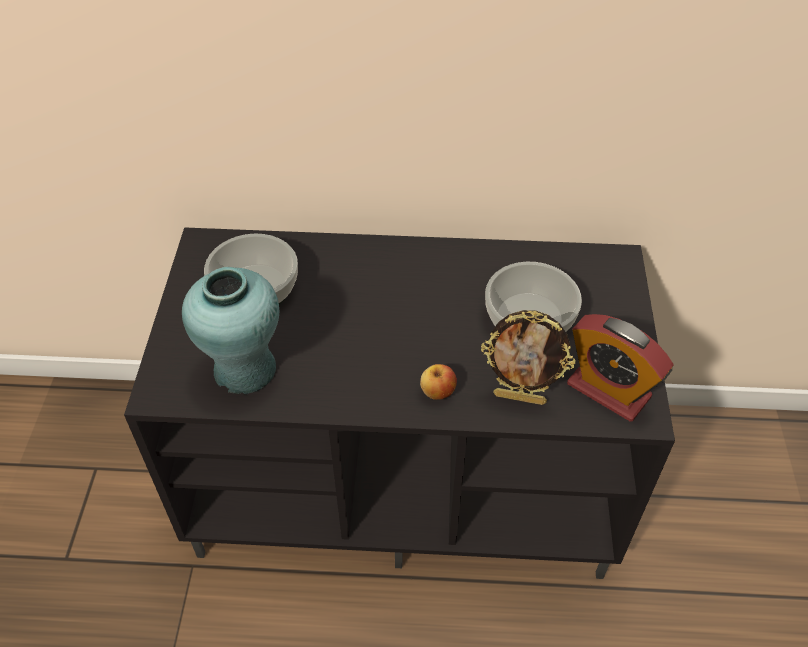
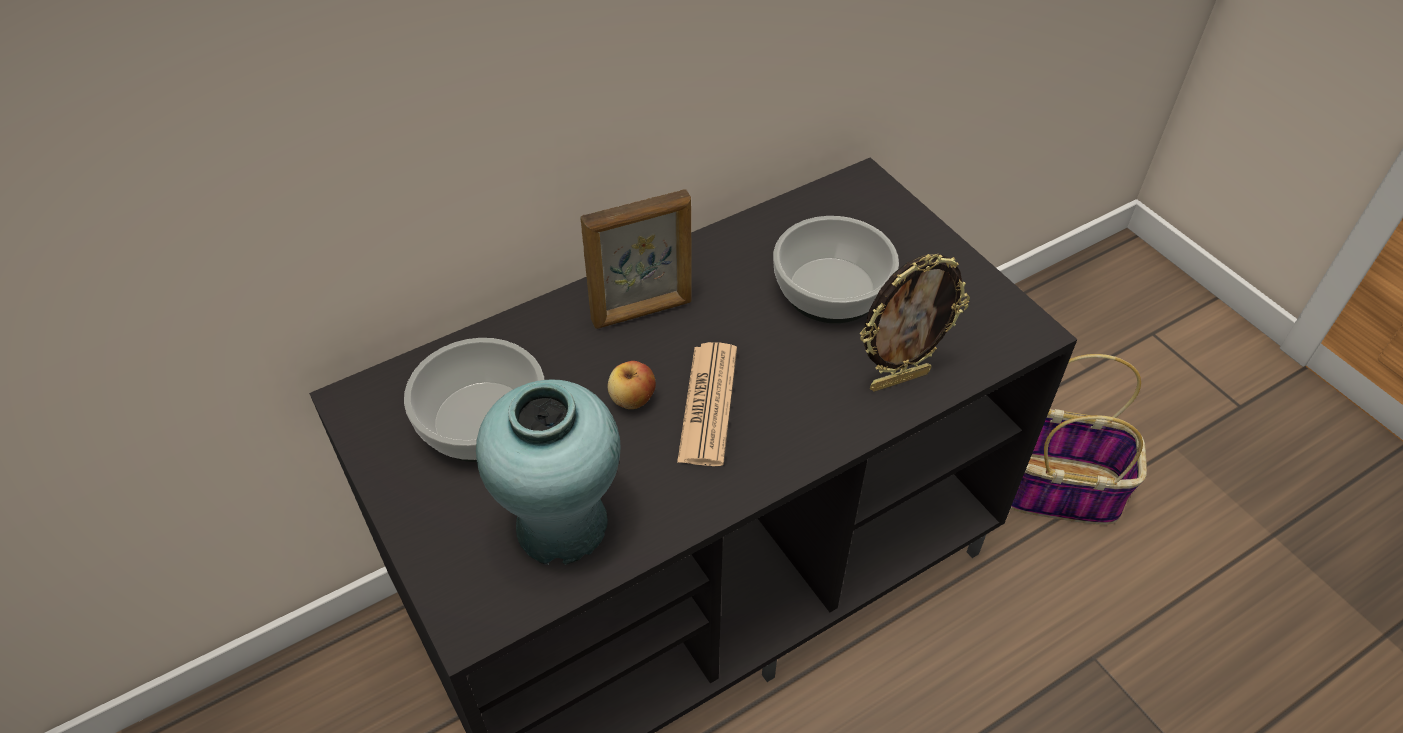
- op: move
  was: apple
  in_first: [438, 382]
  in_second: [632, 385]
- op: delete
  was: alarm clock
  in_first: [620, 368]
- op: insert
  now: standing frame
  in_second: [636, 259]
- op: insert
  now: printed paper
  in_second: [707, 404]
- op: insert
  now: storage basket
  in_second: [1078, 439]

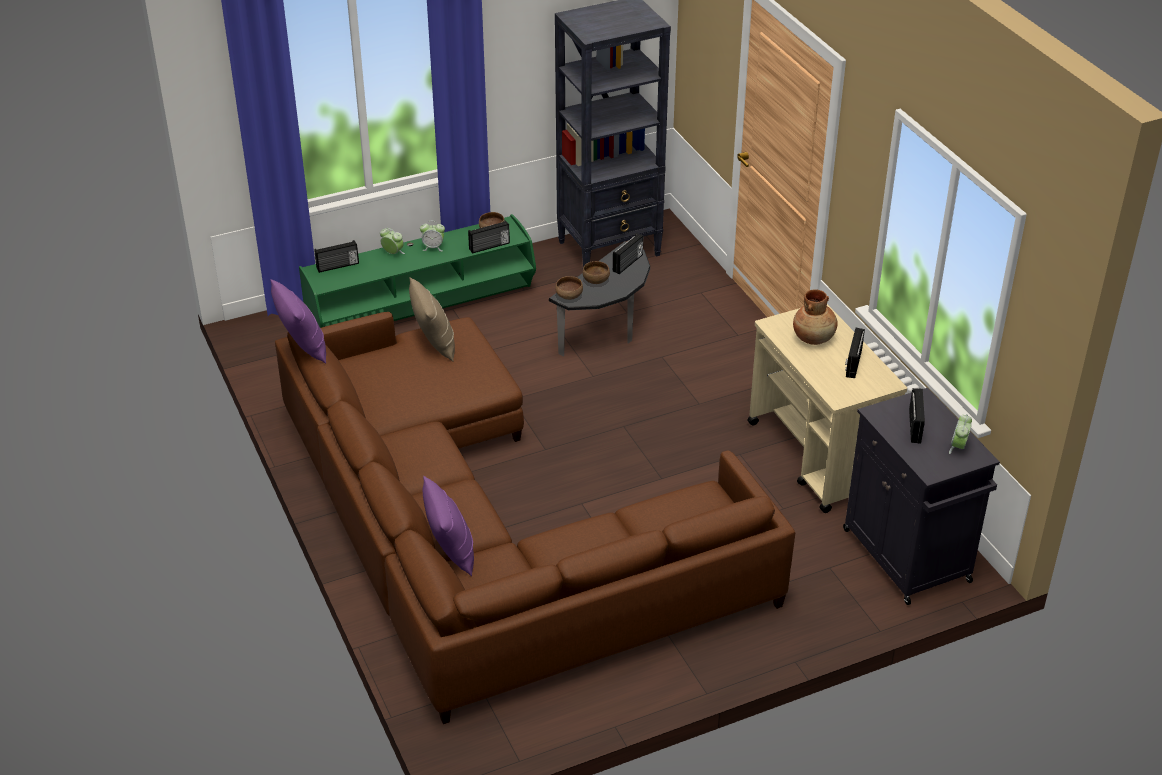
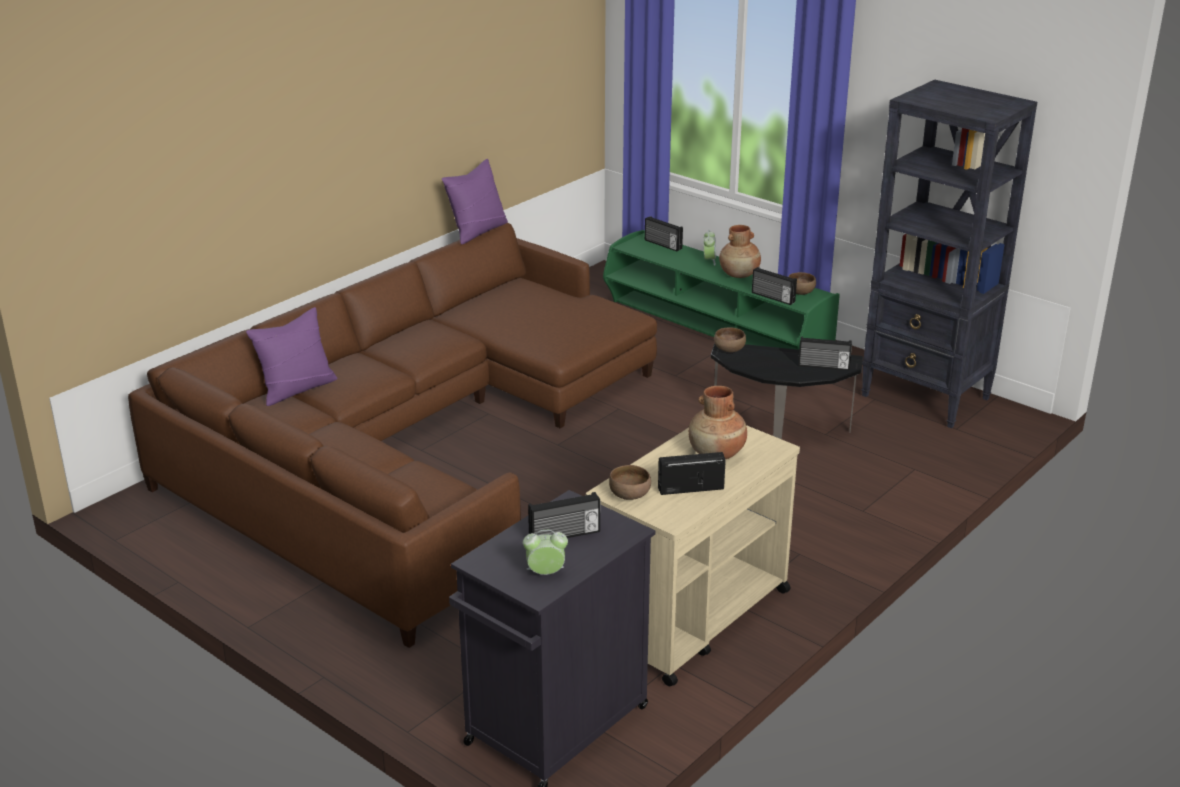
- op: delete
  was: sand-coloured cushion
  in_first: [432, 319]
- op: replace
  was: alarm clock
  now: brown decorative vase
  in_first: [432, 236]
  in_second: [740, 251]
- op: move
  was: brown serving bowl
  in_first: [596, 272]
  in_second: [630, 482]

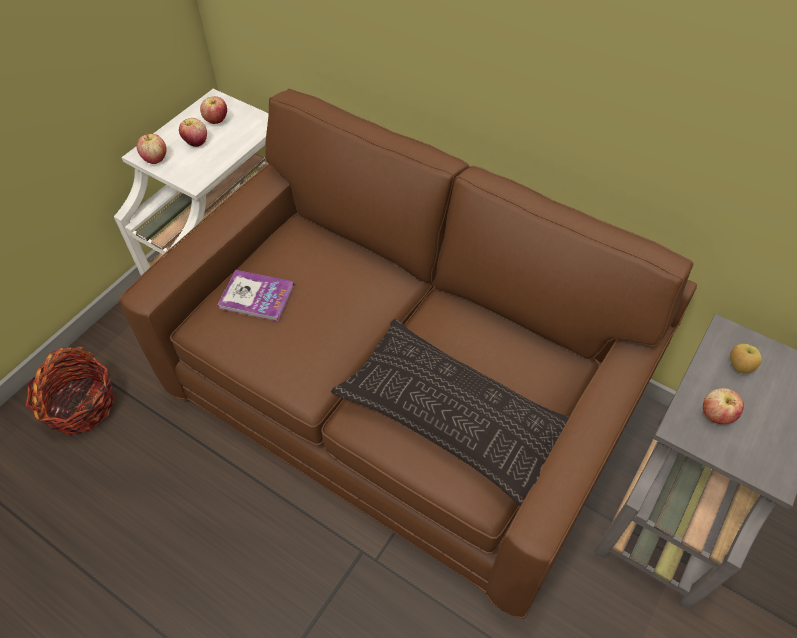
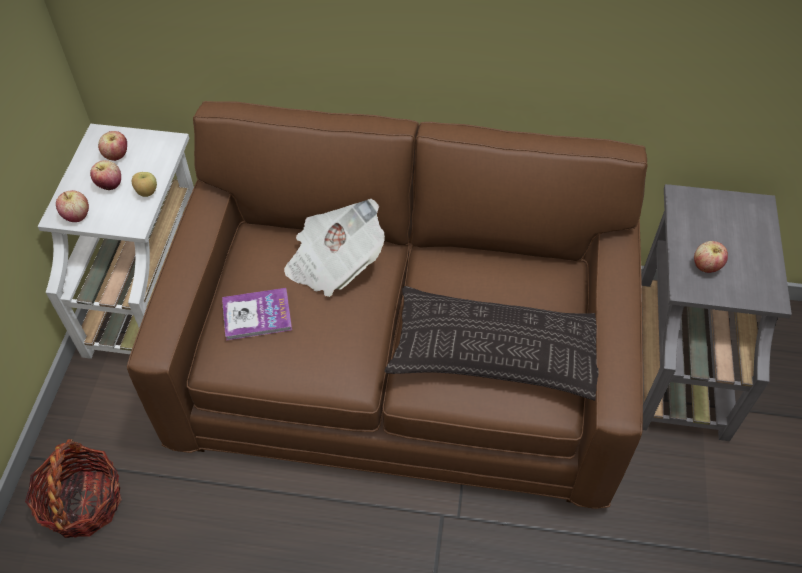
- op: move
  was: apple
  in_first: [746, 358]
  in_second: [144, 184]
- op: insert
  now: printed paper
  in_second: [334, 248]

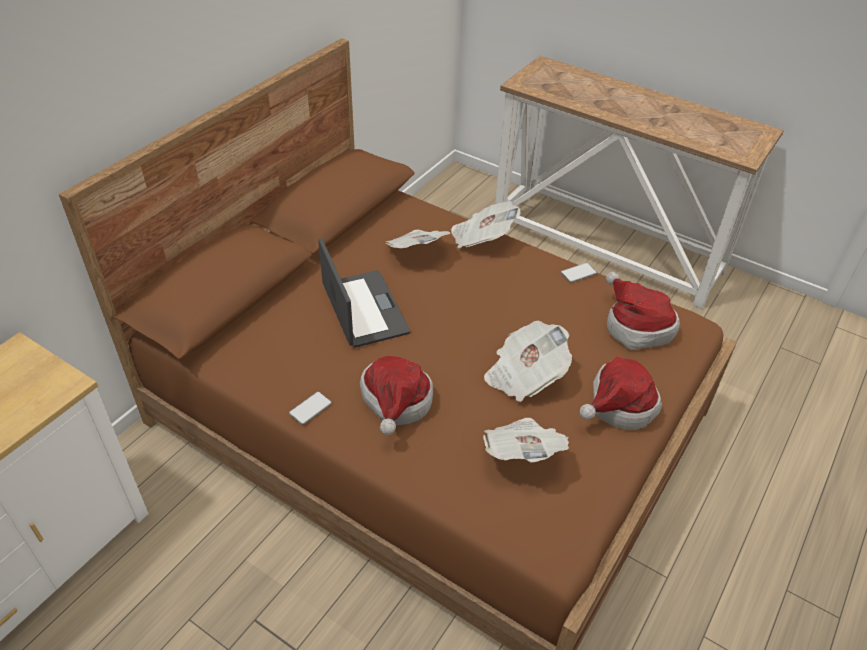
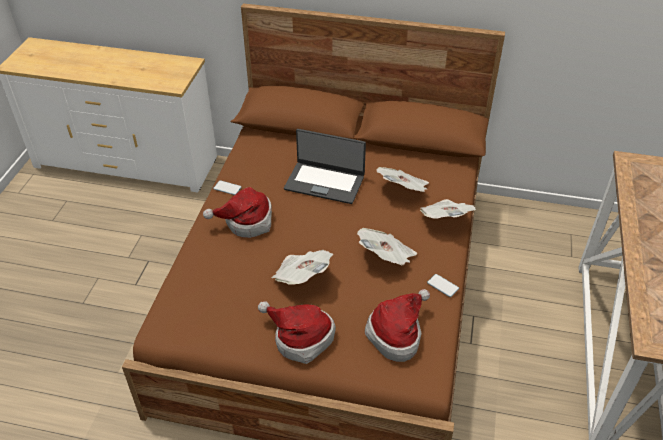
- op: rotate
  was: notebook computer
  in_first: [364, 293]
  in_second: [325, 166]
  clockwise: 60
- op: move
  was: printed paper
  in_first: [526, 440]
  in_second: [387, 246]

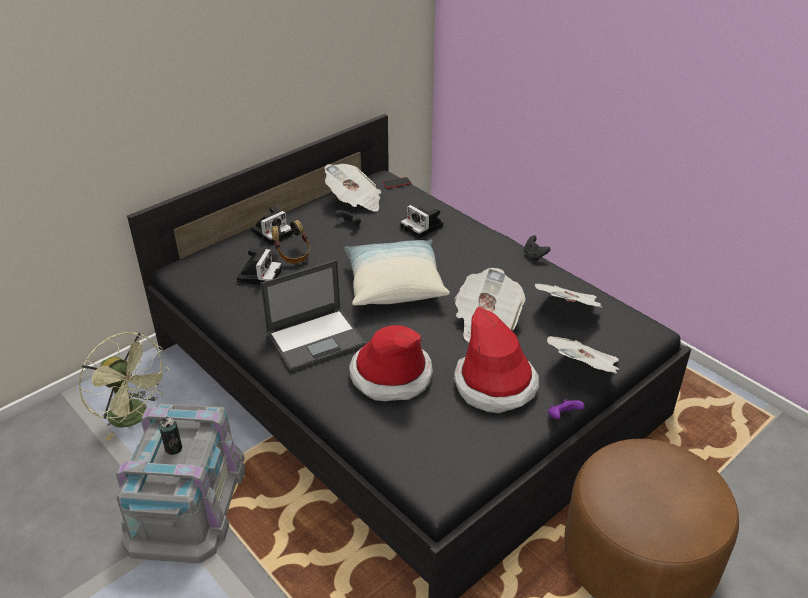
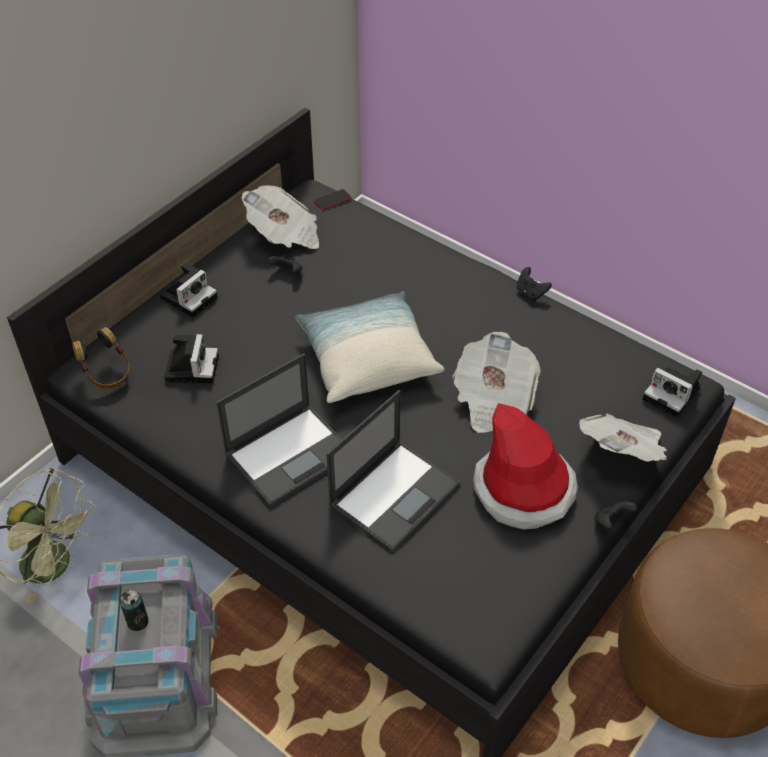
- op: move
  was: pair of headphones
  in_first: [290, 242]
  in_second: [100, 358]
- op: replace
  was: hat
  now: notebook computer
  in_first: [391, 363]
  in_second: [393, 470]
- op: move
  was: still camera
  in_first: [422, 222]
  in_second: [672, 392]
- op: delete
  was: printed paper
  in_first: [568, 295]
- op: recolor
  was: purple-coloured joypad
  now: black-coloured joypad
  in_first: [566, 409]
  in_second: [615, 515]

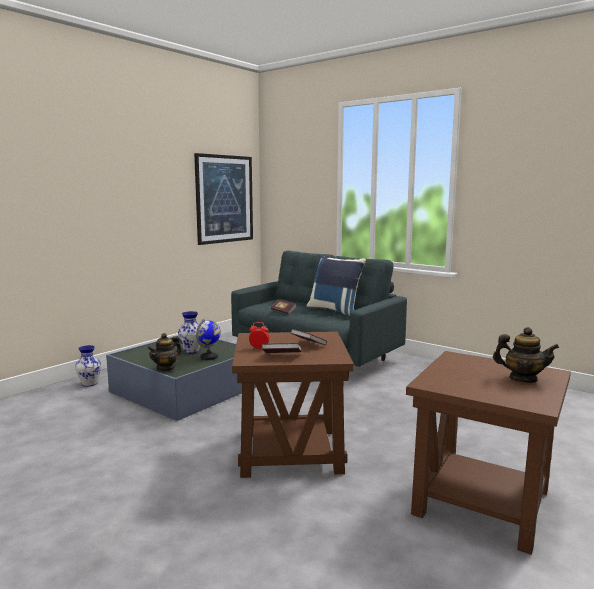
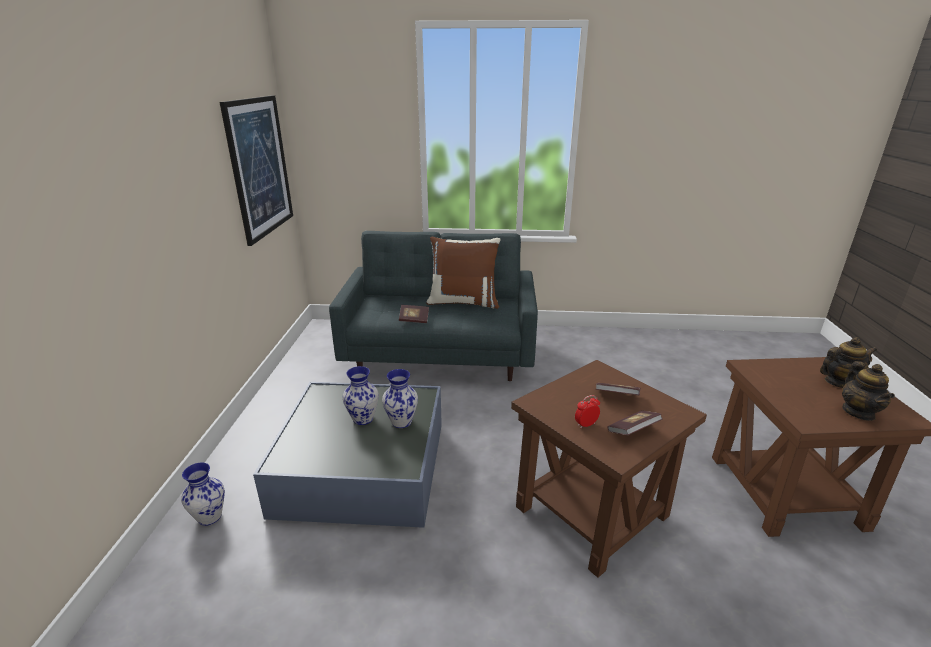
- op: move
  was: teapot
  in_first: [164, 352]
  in_second: [868, 391]
- op: replace
  was: globe
  now: decorative vase
  in_first: [208, 339]
  in_second: [400, 398]
- op: recolor
  was: blue-coloured cushion
  now: brown cushion
  in_first: [336, 285]
  in_second: [463, 273]

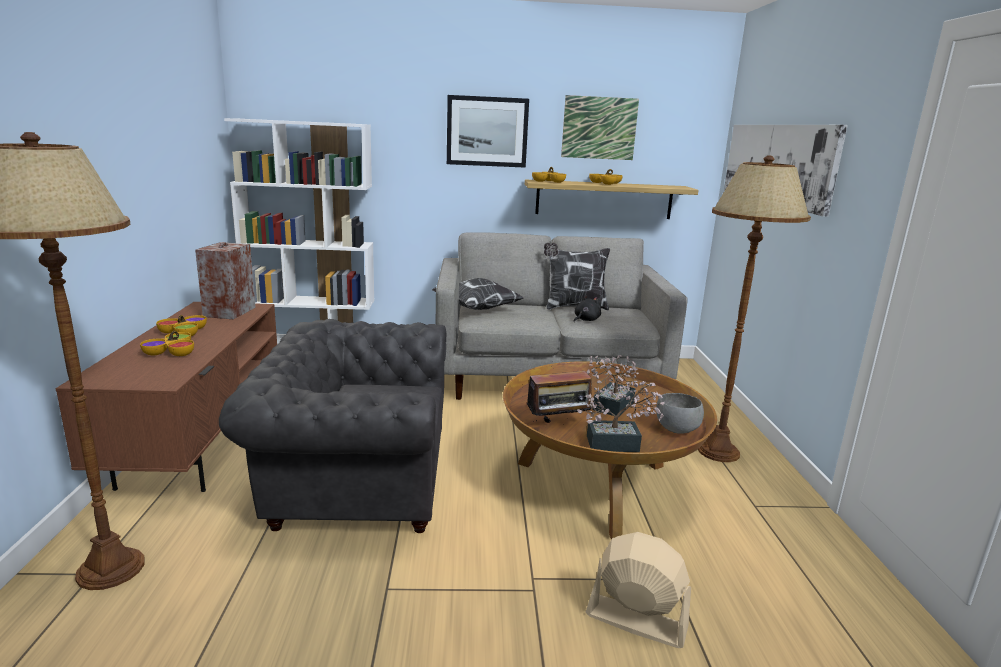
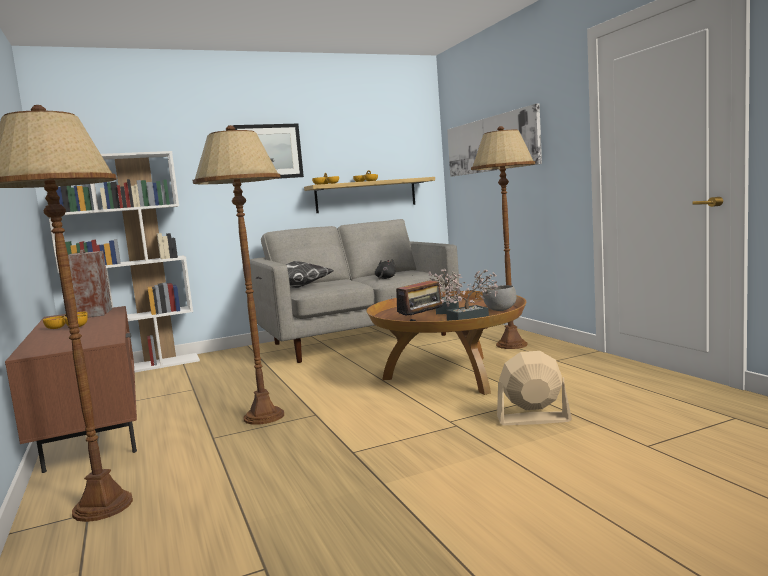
- op: delete
  was: serving bowl
  in_first: [167, 343]
- op: replace
  was: grey armchair
  now: brown standard lamp
  in_first: [332, 426]
  in_second: [238, 275]
- op: delete
  was: cushion
  in_first: [577, 276]
- op: delete
  was: wall picture
  in_first: [600, 127]

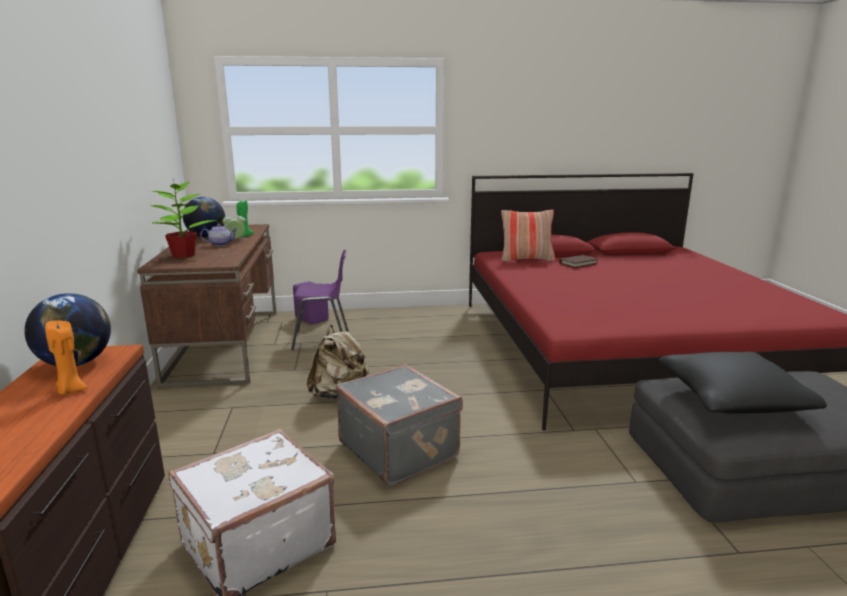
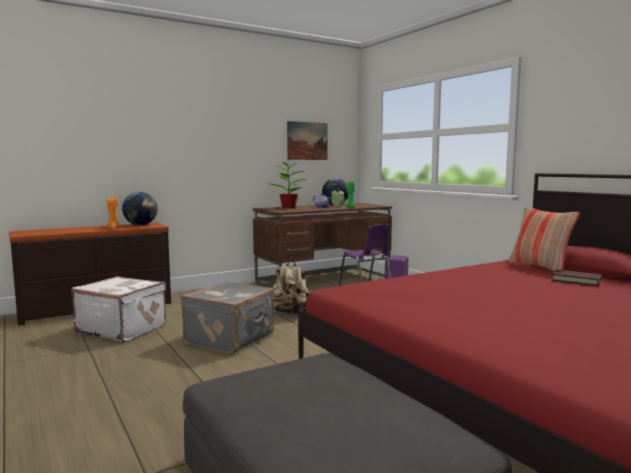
- op: delete
  was: black-coloured cushion
  in_first: [742, 383]
- op: insert
  now: wall picture
  in_second: [307, 140]

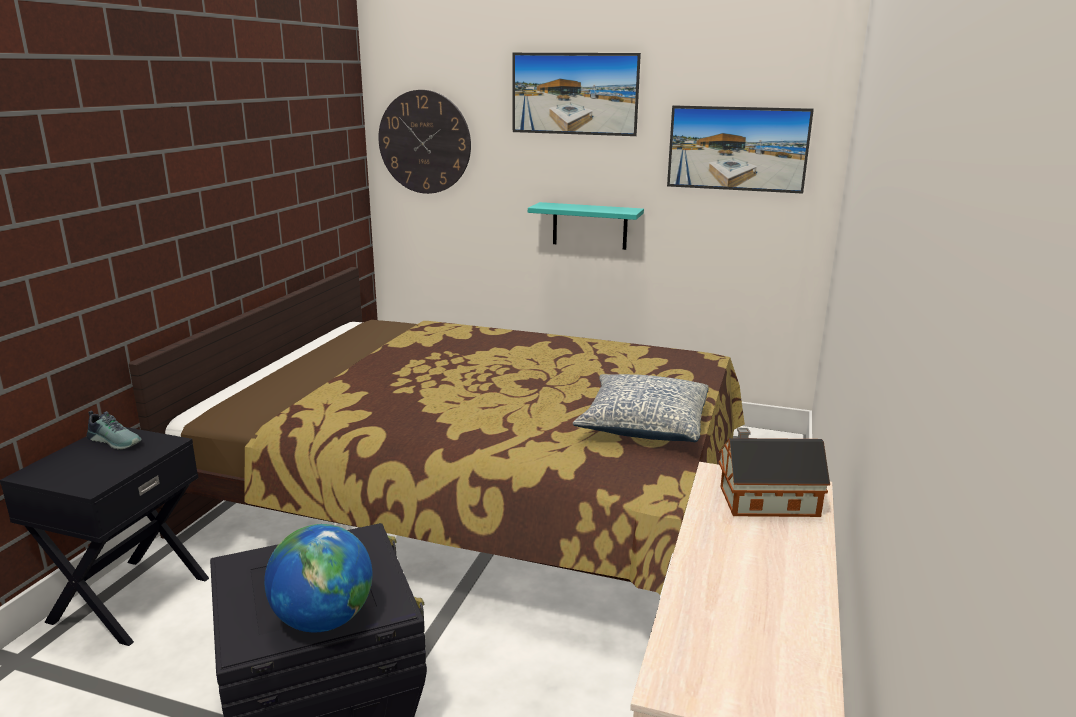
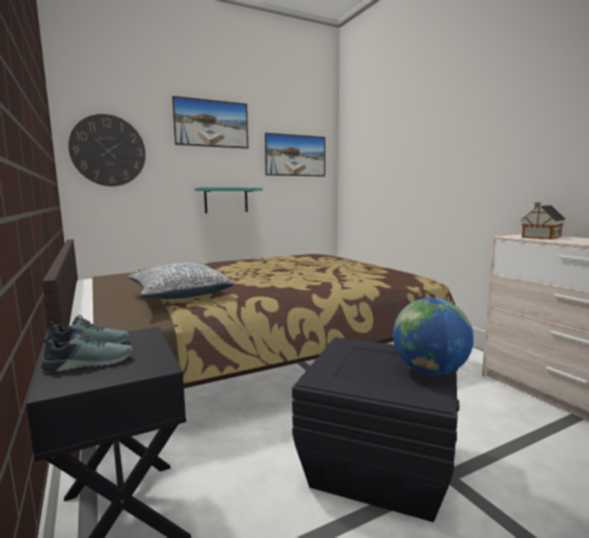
- op: move
  was: cushion
  in_first: [641, 408]
  in_second: [181, 281]
- op: insert
  now: low shoe
  in_second: [86, 350]

